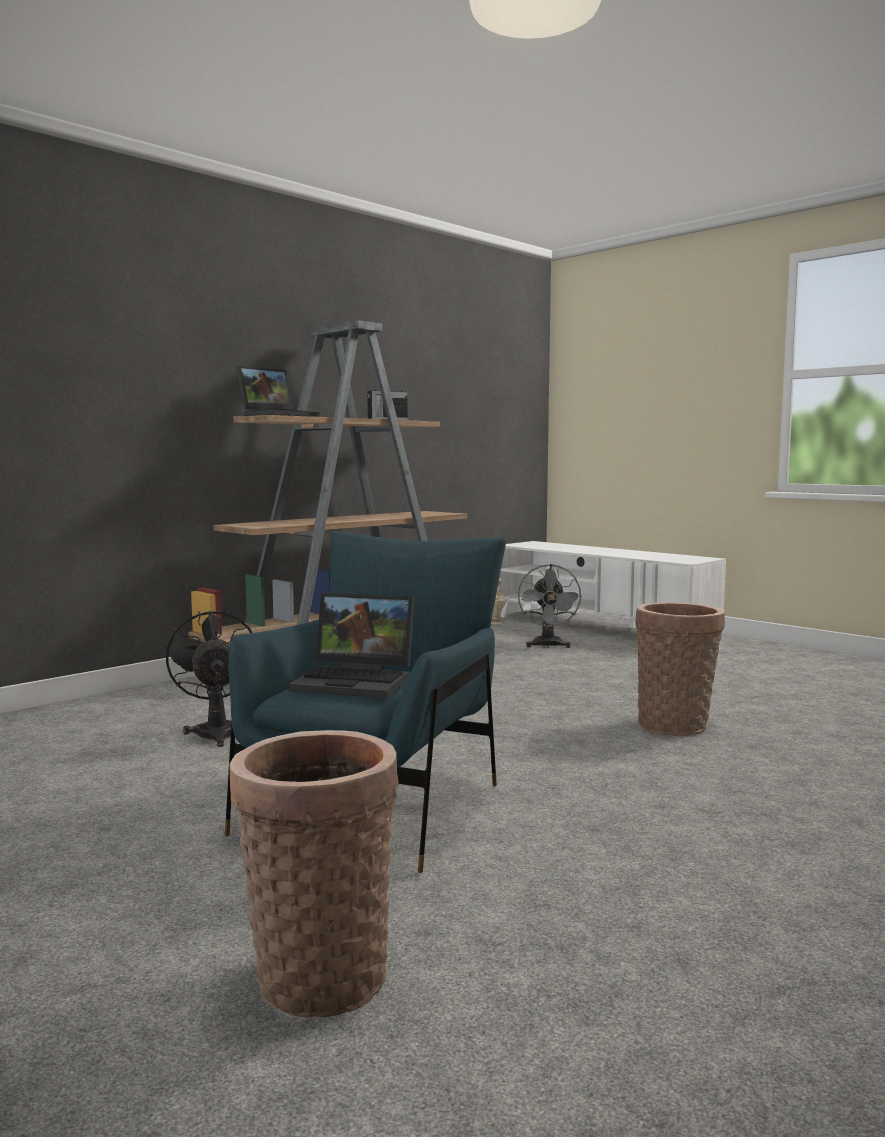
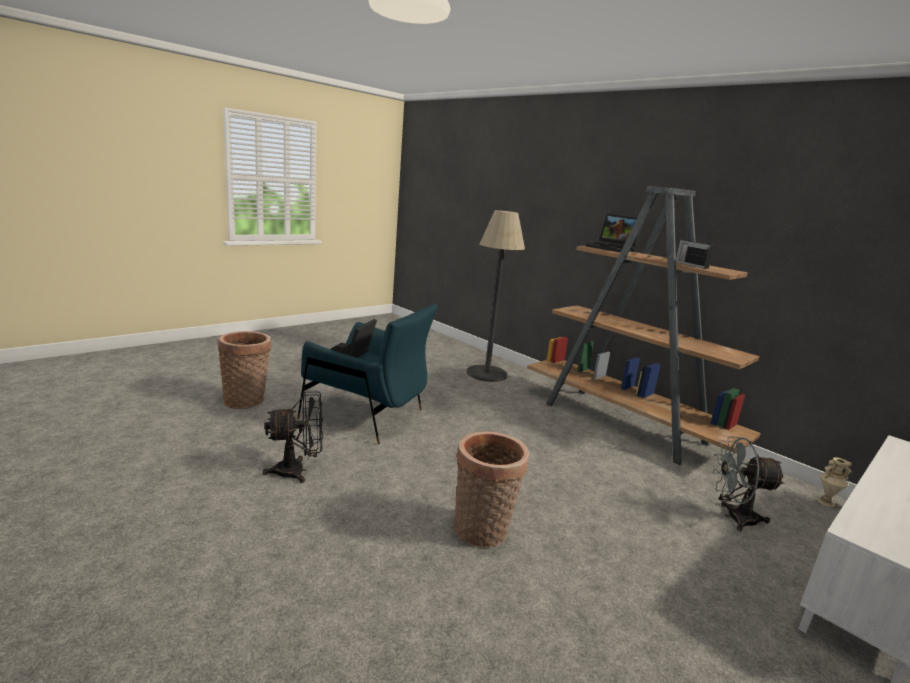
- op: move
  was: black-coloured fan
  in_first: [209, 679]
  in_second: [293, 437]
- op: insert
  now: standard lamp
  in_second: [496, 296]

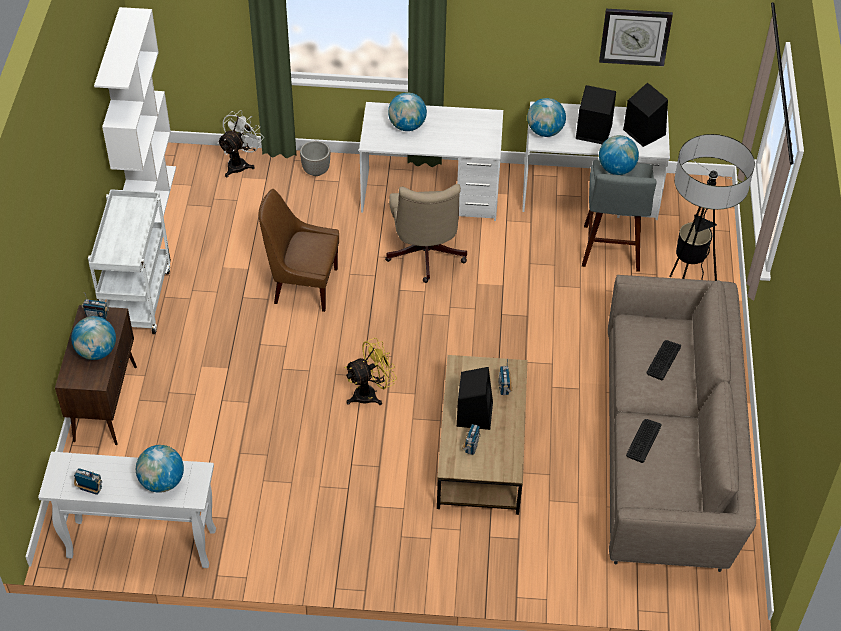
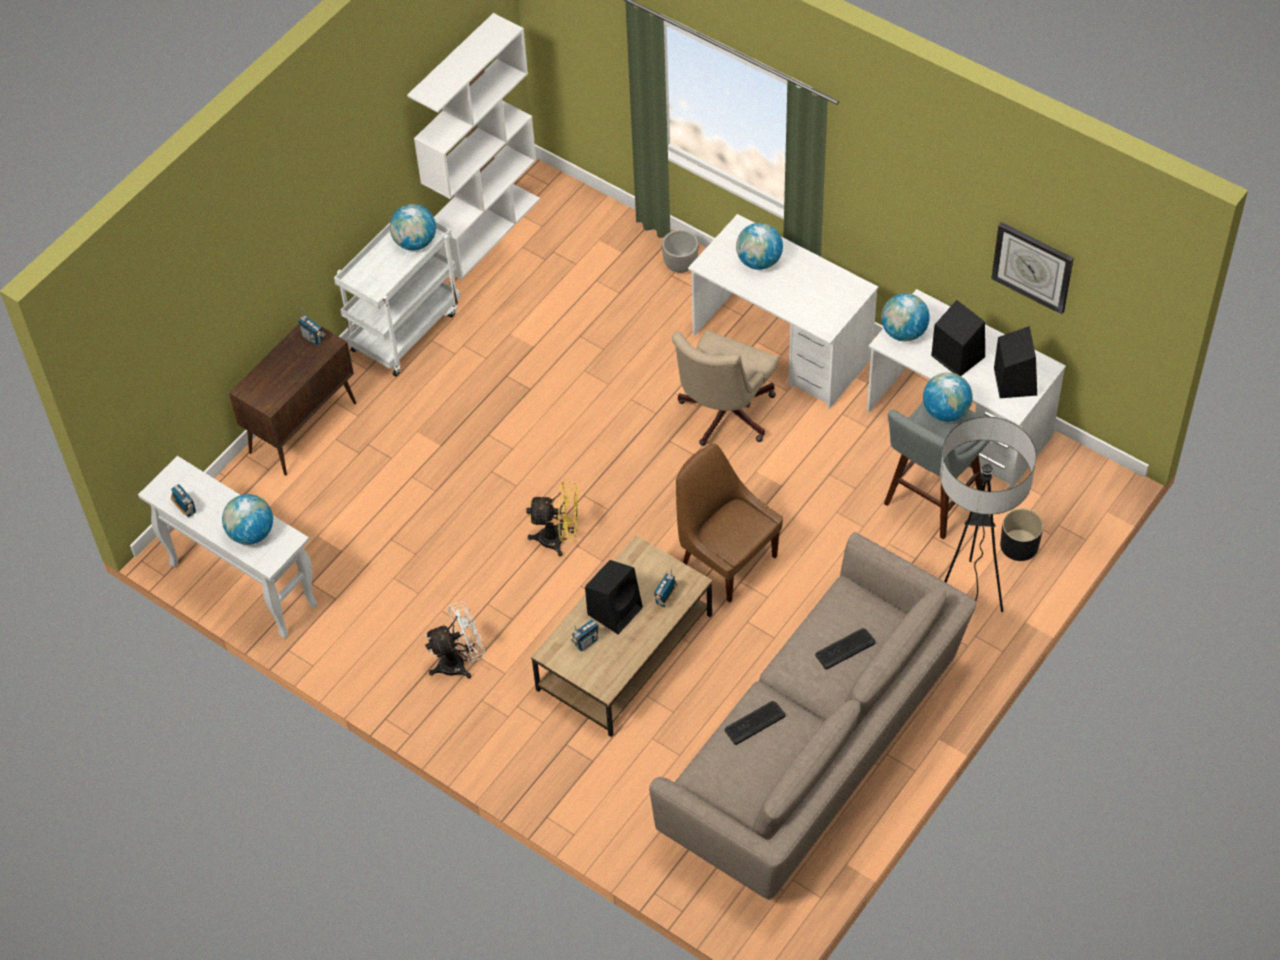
- op: move
  was: globe
  in_first: [93, 338]
  in_second: [413, 227]
- op: move
  was: white-coloured fan
  in_first: [240, 144]
  in_second: [454, 640]
- op: move
  was: brown plain chair
  in_first: [299, 250]
  in_second: [729, 523]

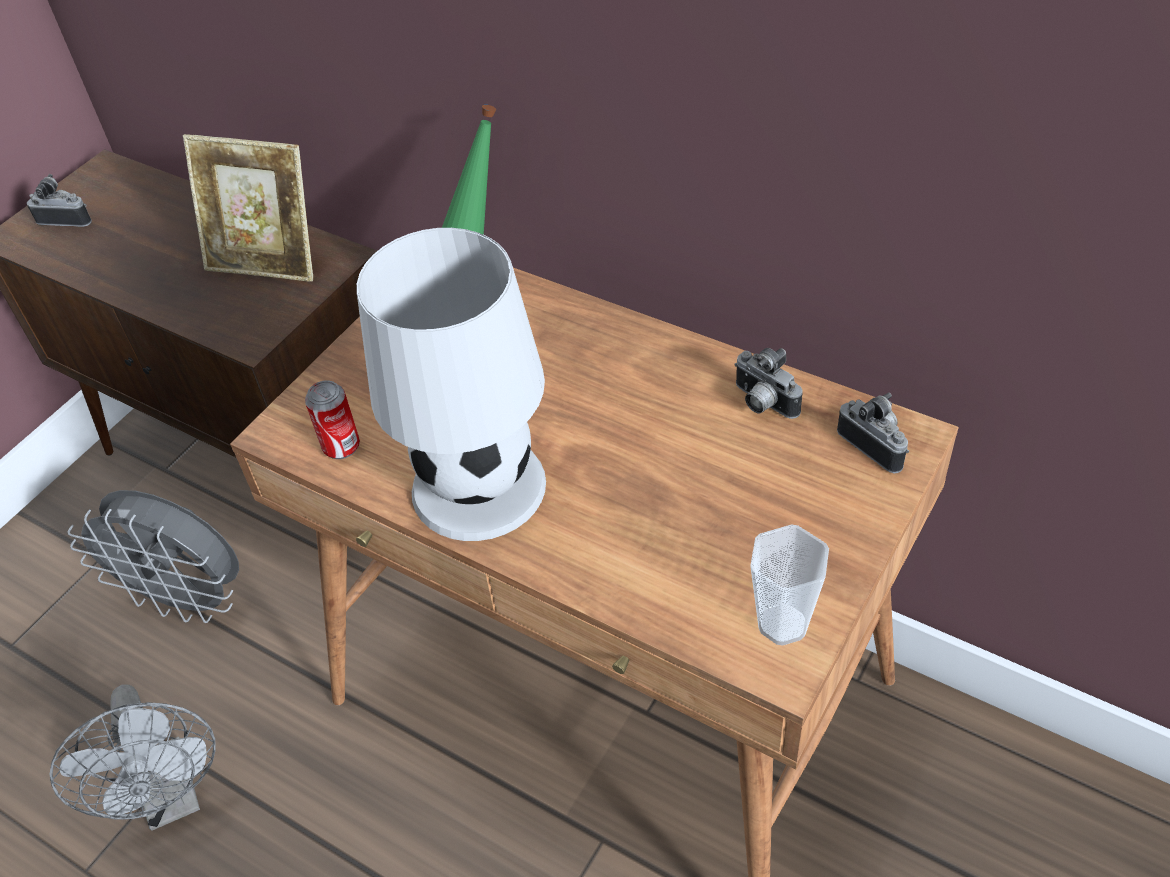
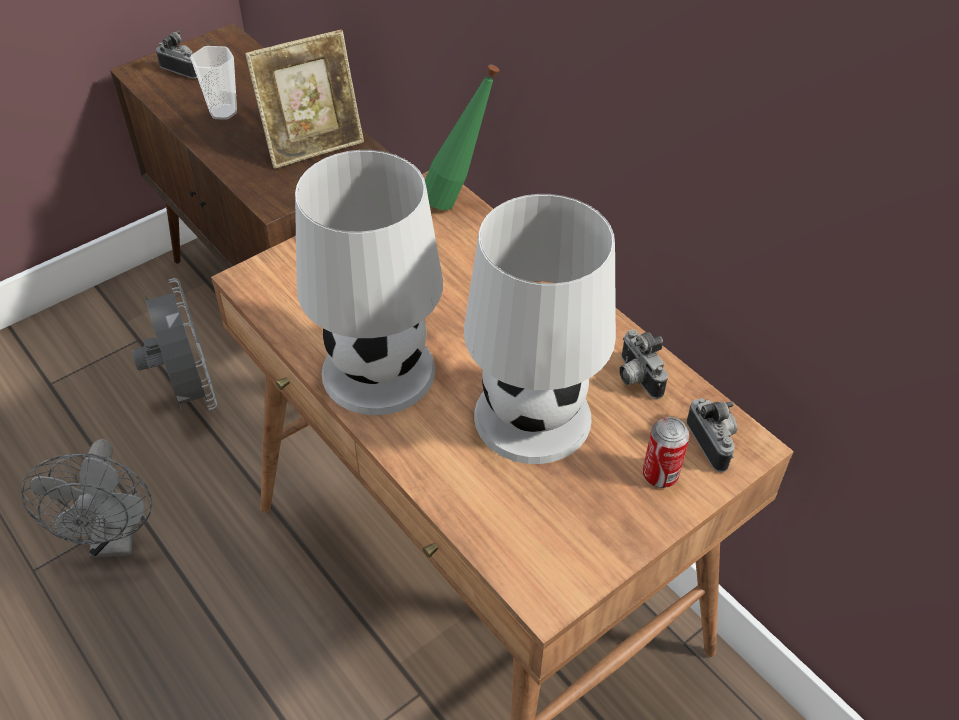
- op: rotate
  was: grey fan
  in_first: [153, 556]
  in_second: [175, 344]
  clockwise: -150
- op: rotate
  was: standing frame
  in_first: [248, 208]
  in_second: [304, 99]
  clockwise: -60
- op: move
  was: can
  in_first: [332, 419]
  in_second: [666, 452]
- op: move
  was: cup
  in_first: [789, 585]
  in_second: [213, 83]
- op: insert
  now: white-coloured tabletop lamp
  in_second: [540, 329]

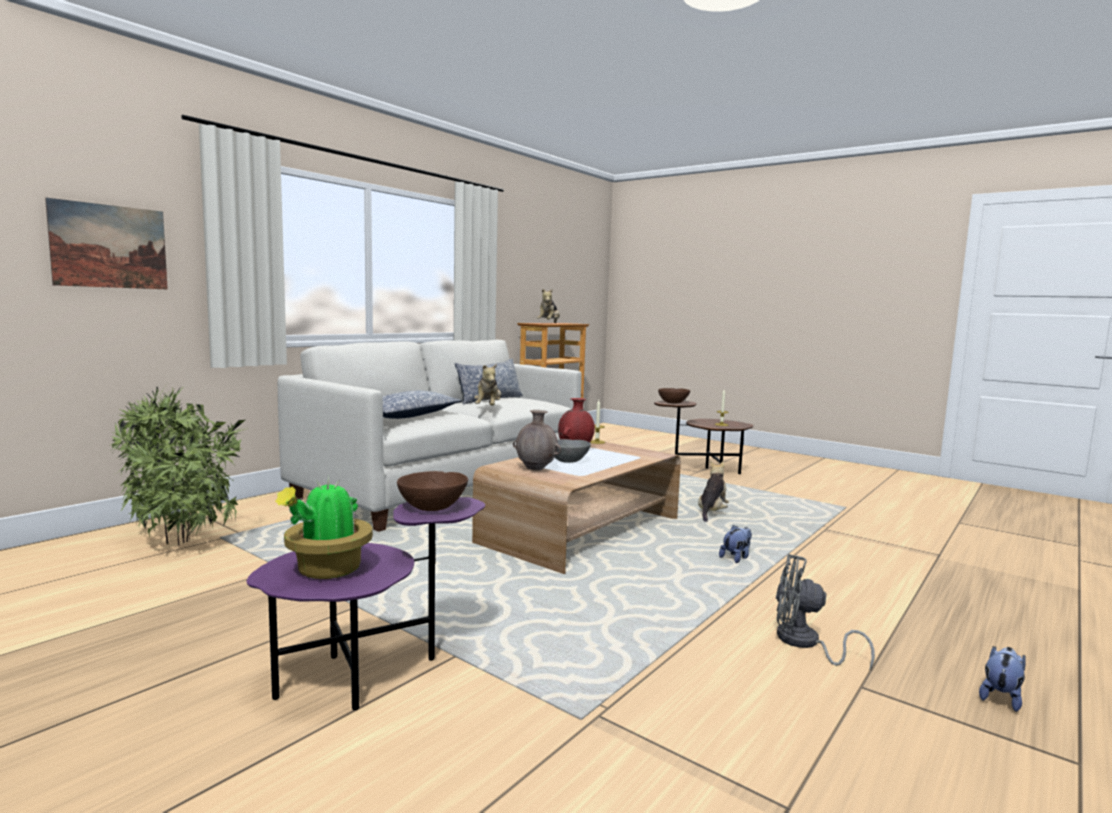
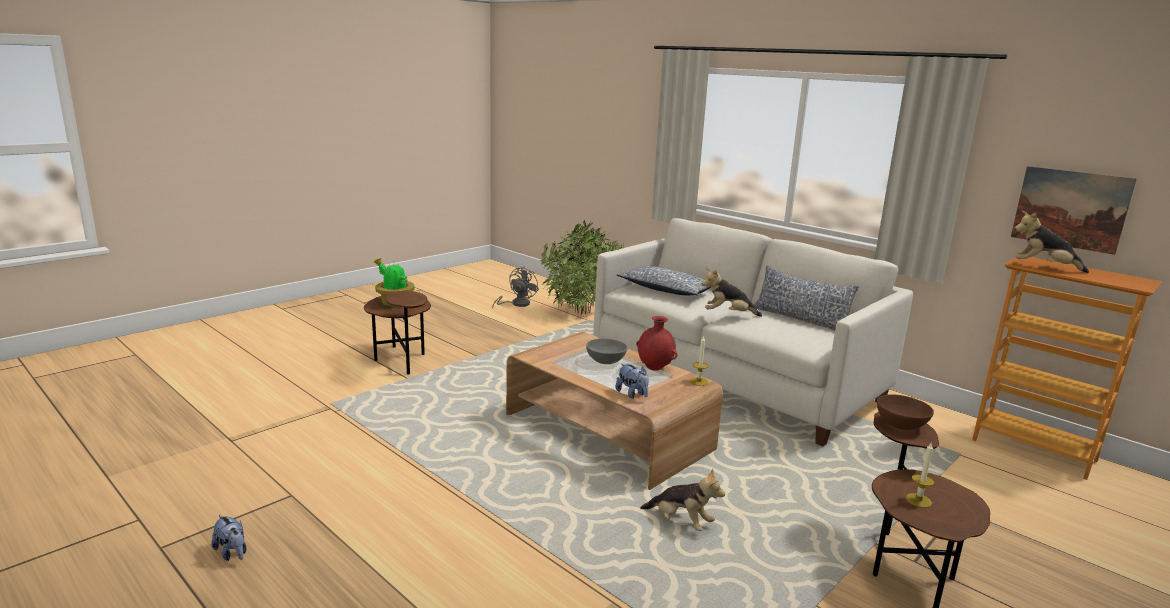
- op: move
  was: wall picture
  in_first: [106, 243]
  in_second: [1074, 210]
- op: recolor
  was: purple-coloured side table
  now: brown side table
  in_first: [365, 603]
  in_second: [397, 332]
- op: delete
  was: brown serving bowl
  in_first: [432, 491]
- op: delete
  was: brown decorative vase
  in_first: [537, 440]
- op: move
  was: soft toy
  in_first: [735, 544]
  in_second: [632, 381]
- op: move
  was: grey fan
  in_first: [825, 612]
  in_second: [515, 287]

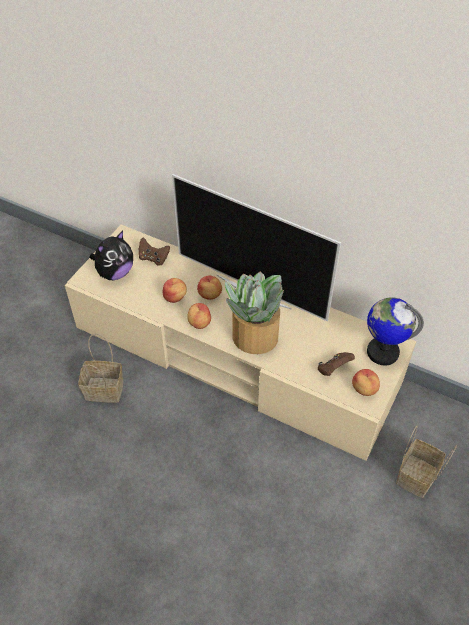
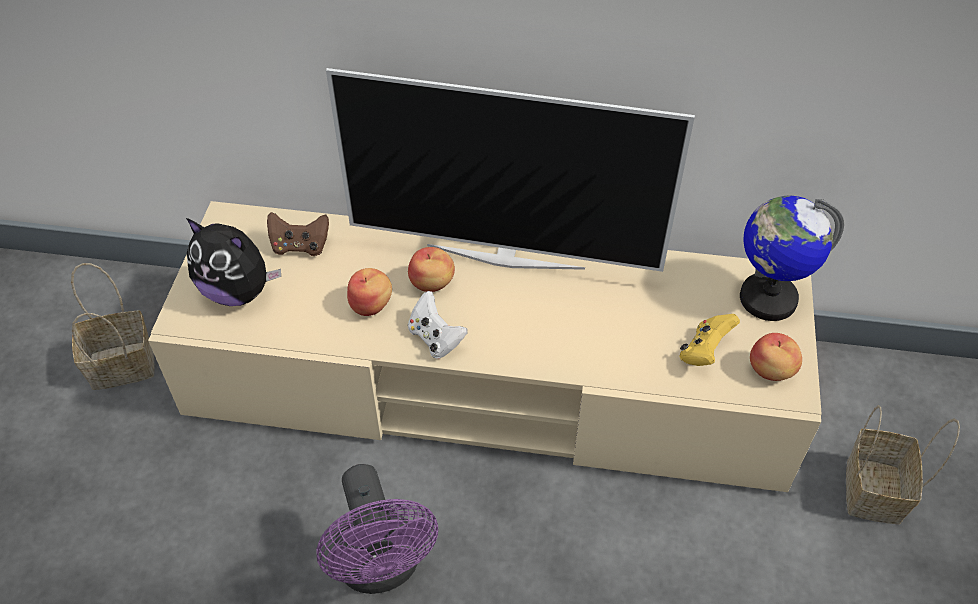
- op: move
  was: storage basket
  in_first: [100, 368]
  in_second: [112, 326]
- op: rotate
  was: soft toy
  in_first: [111, 255]
  in_second: [233, 262]
  clockwise: 90
- op: replace
  was: apple
  now: white-coloured joypad
  in_first: [199, 316]
  in_second: [438, 325]
- op: delete
  was: potted plant
  in_first: [254, 313]
- op: recolor
  was: brown joypad
  now: yellowish joypad
  in_first: [336, 364]
  in_second: [710, 340]
- op: insert
  now: purple-coloured fan
  in_second: [377, 529]

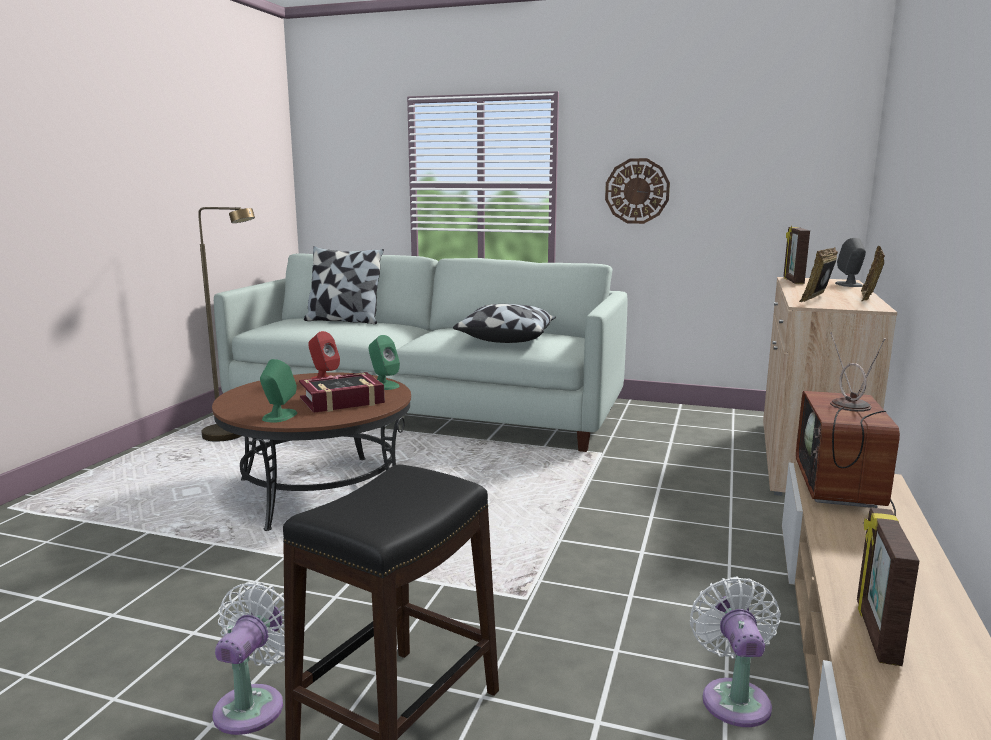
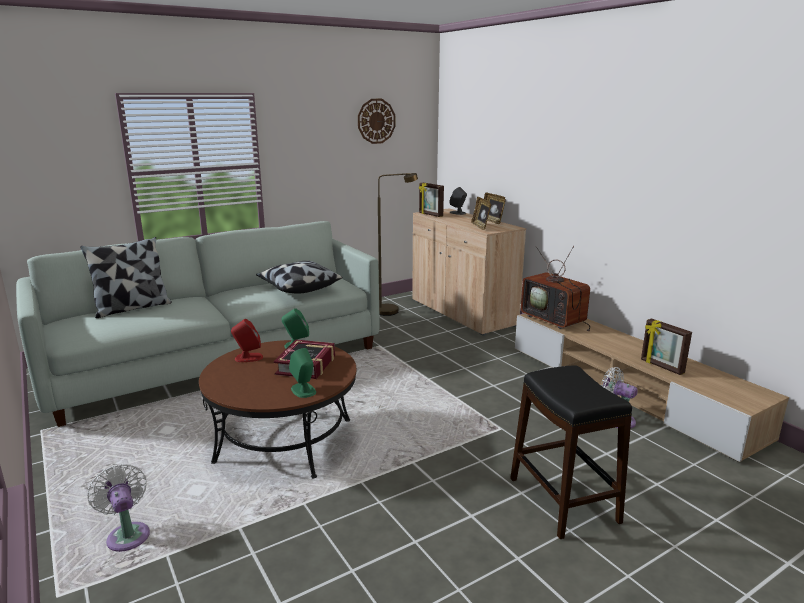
- op: move
  was: brown standard lamp
  in_first: [226, 324]
  in_second: [398, 244]
- op: move
  was: white-coloured fan
  in_first: [249, 658]
  in_second: [118, 508]
- op: move
  was: wall clock
  in_first: [637, 191]
  in_second: [376, 121]

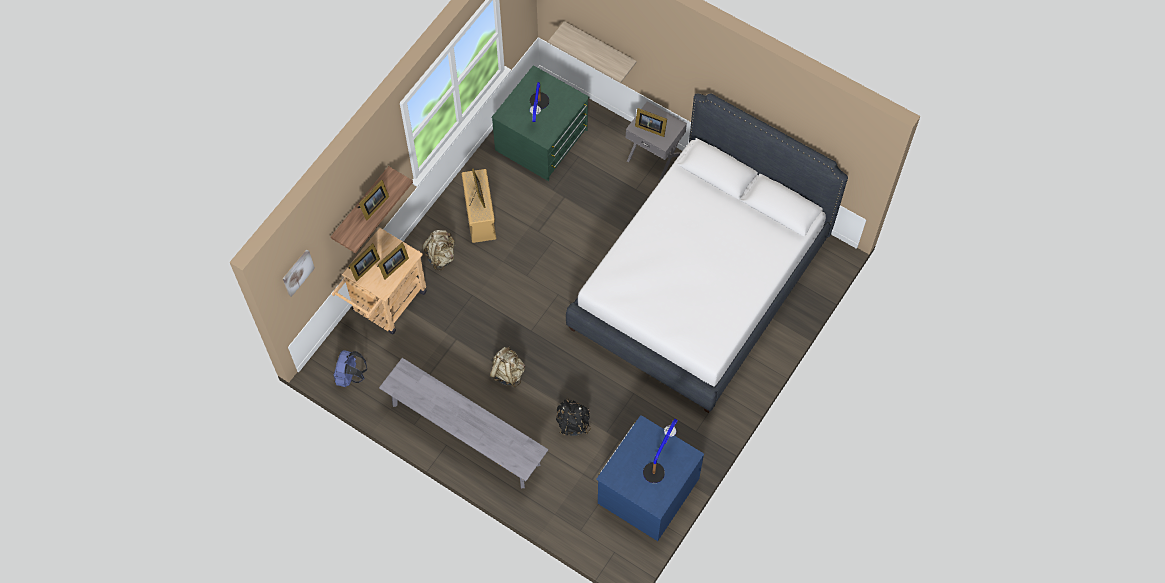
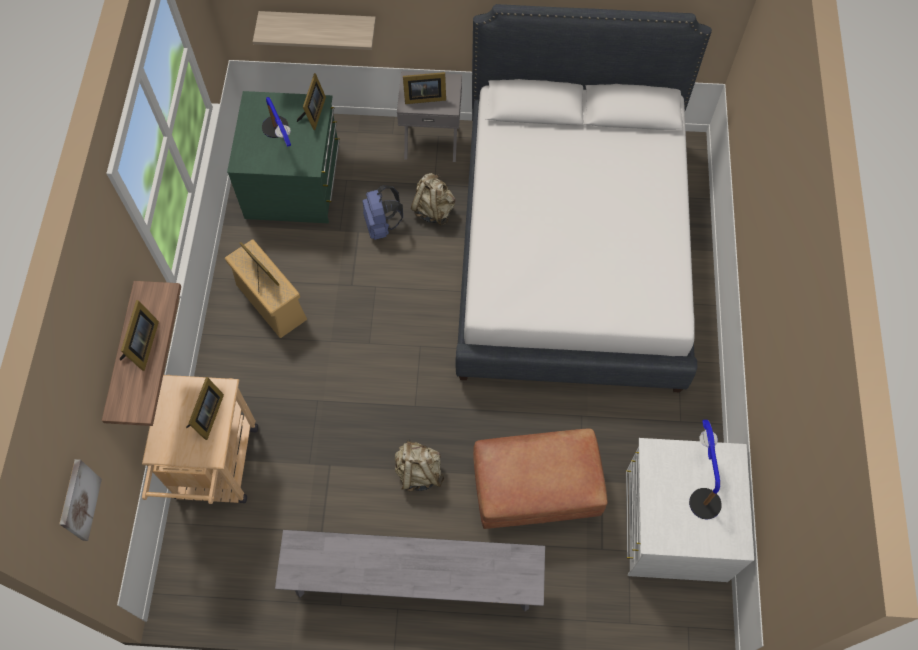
- op: move
  was: blue-coloured rucksack
  in_first: [350, 368]
  in_second: [382, 212]
- op: move
  was: standing frame
  in_first: [364, 262]
  in_second: [311, 101]
- op: move
  was: sand-coloured rucksack
  in_first: [439, 250]
  in_second: [433, 199]
- op: replace
  was: black-coloured rucksack
  now: brown ottoman
  in_first: [573, 417]
  in_second: [540, 478]
- op: recolor
  was: blue-coloured drawer chest
  now: white-coloured drawer chest
  in_first: [650, 478]
  in_second: [690, 510]

